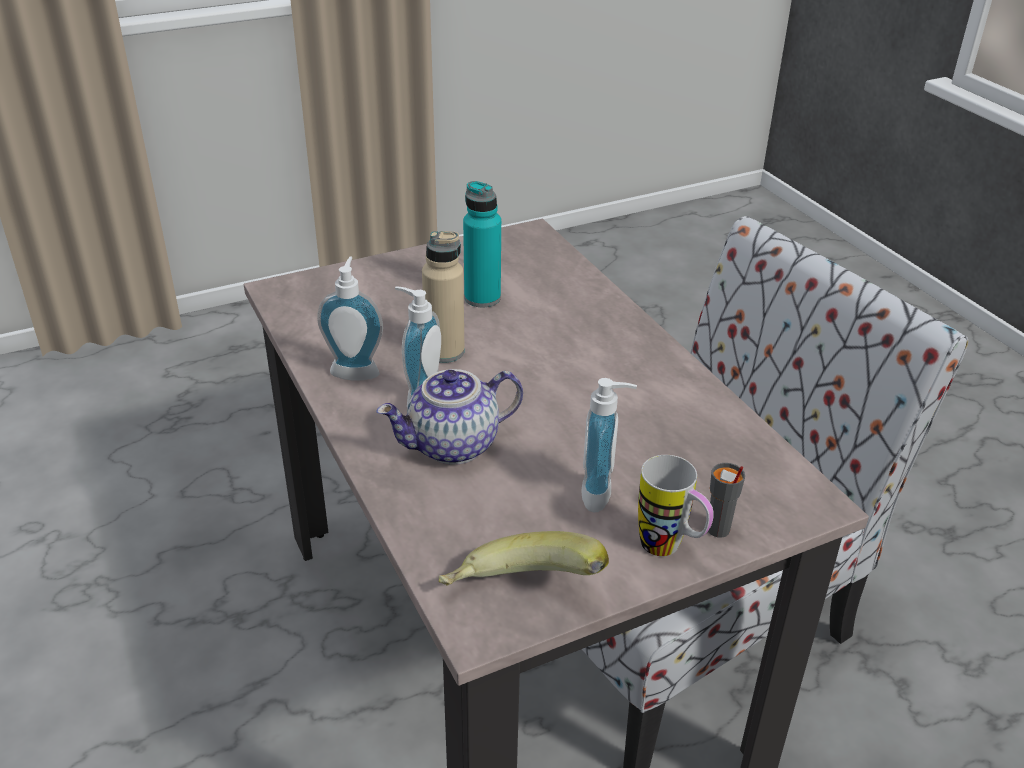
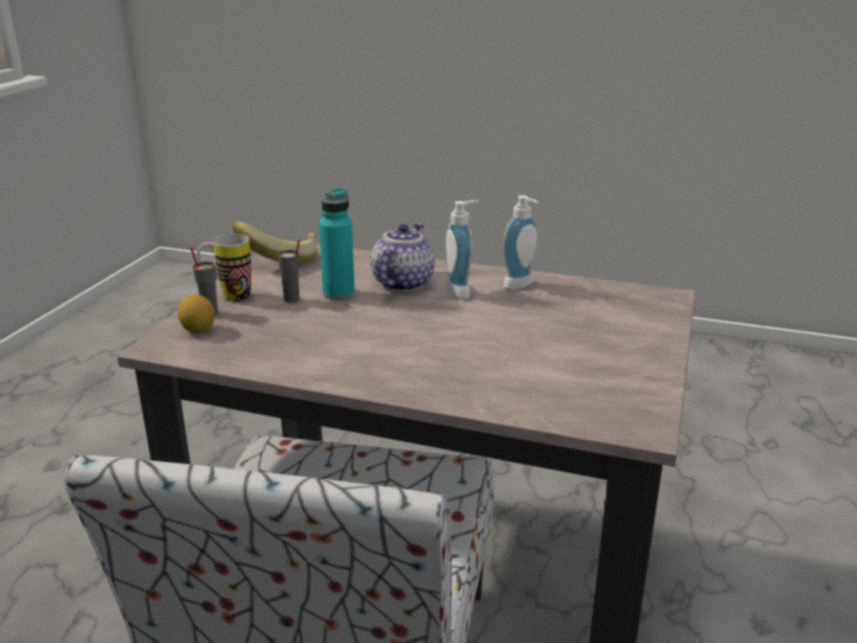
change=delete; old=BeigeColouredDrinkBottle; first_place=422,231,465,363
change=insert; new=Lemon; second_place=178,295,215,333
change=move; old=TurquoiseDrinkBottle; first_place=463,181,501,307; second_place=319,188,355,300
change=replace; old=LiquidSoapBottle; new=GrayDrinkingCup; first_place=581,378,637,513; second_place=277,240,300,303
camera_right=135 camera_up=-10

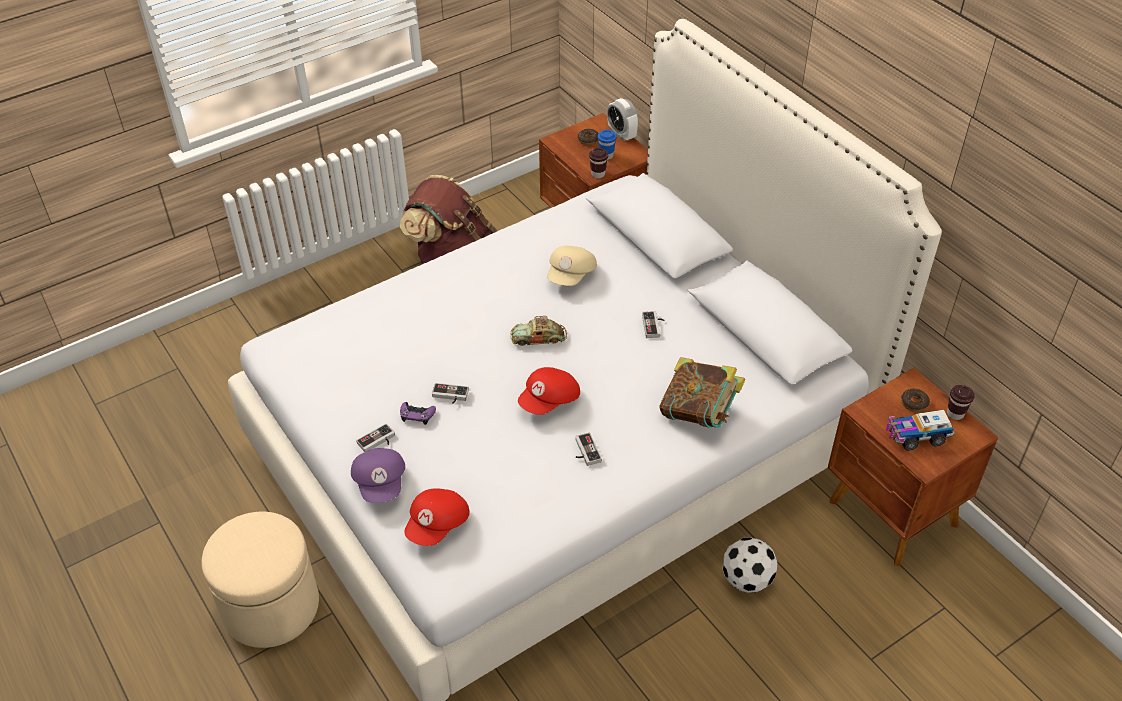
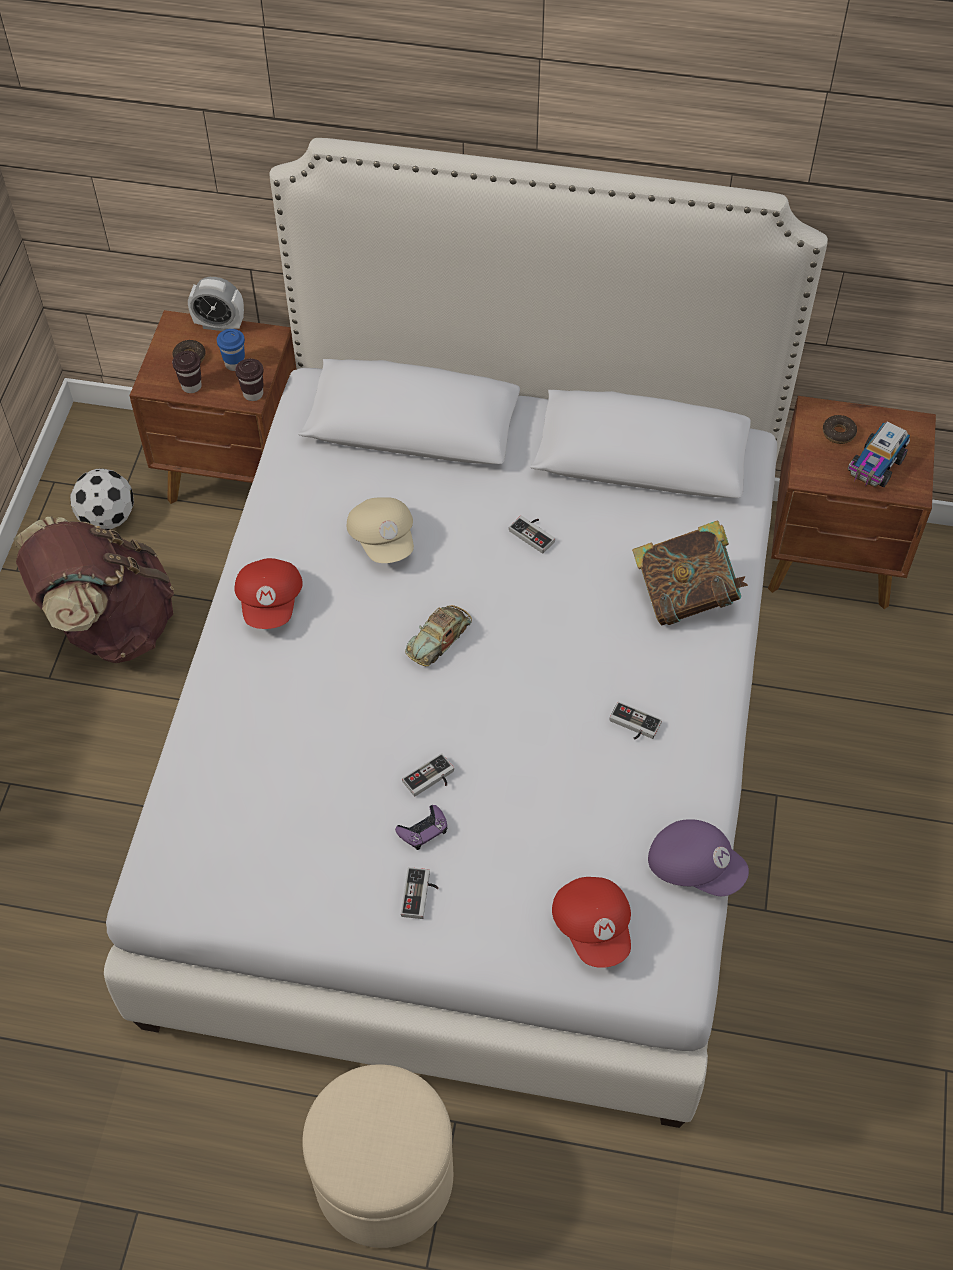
change=move; old=PurplishPeakedCap; first_place=351,448,405,503; second_place=648,819,749,896
change=move; old=RedPeakedCap; first_place=518,367,580,415; second_place=234,558,303,629
change=move; old=Football; first_place=723,537,777,593; second_place=70,468,134,530
change=move; old=BrownishDrinkingCup; first_place=947,385,975,420; second_place=172,351,202,393
camera_right=-45 camera_up=10

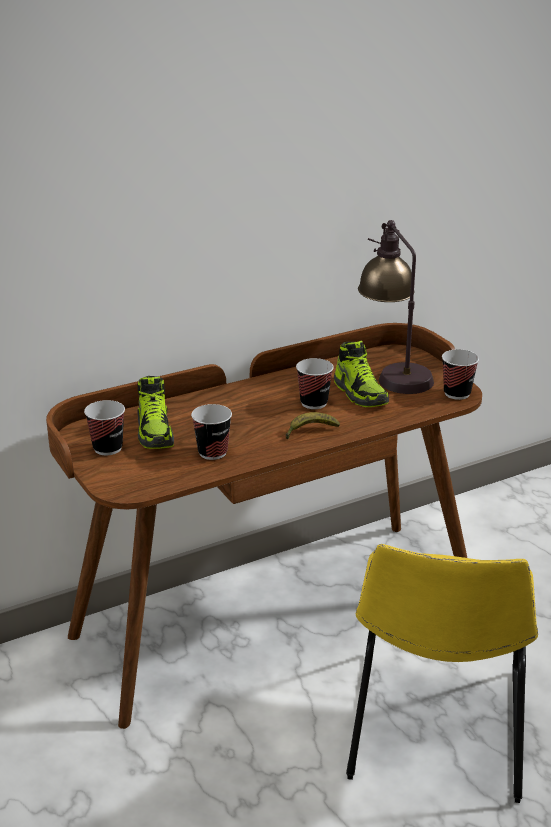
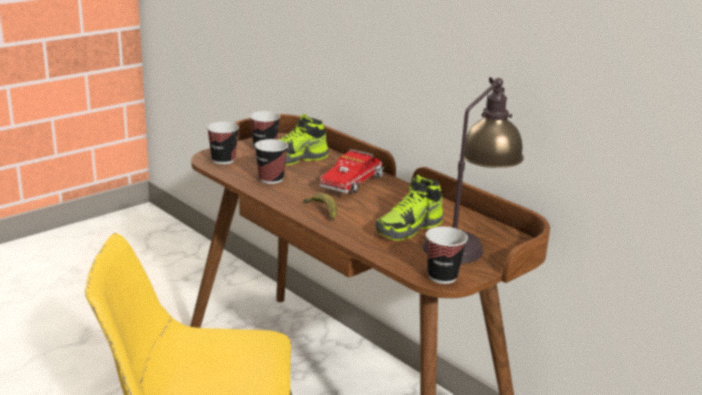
change=insert; new=ToyLorry; second_place=320,149,384,193
change=move; old=DrinkingCup; first_place=296,358,334,409; second_place=207,122,239,164
camera_right=75 camera_up=-5

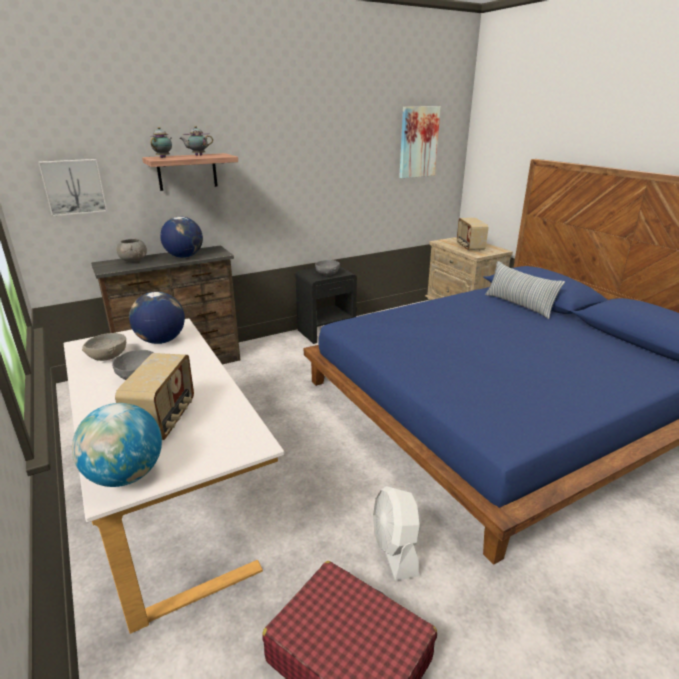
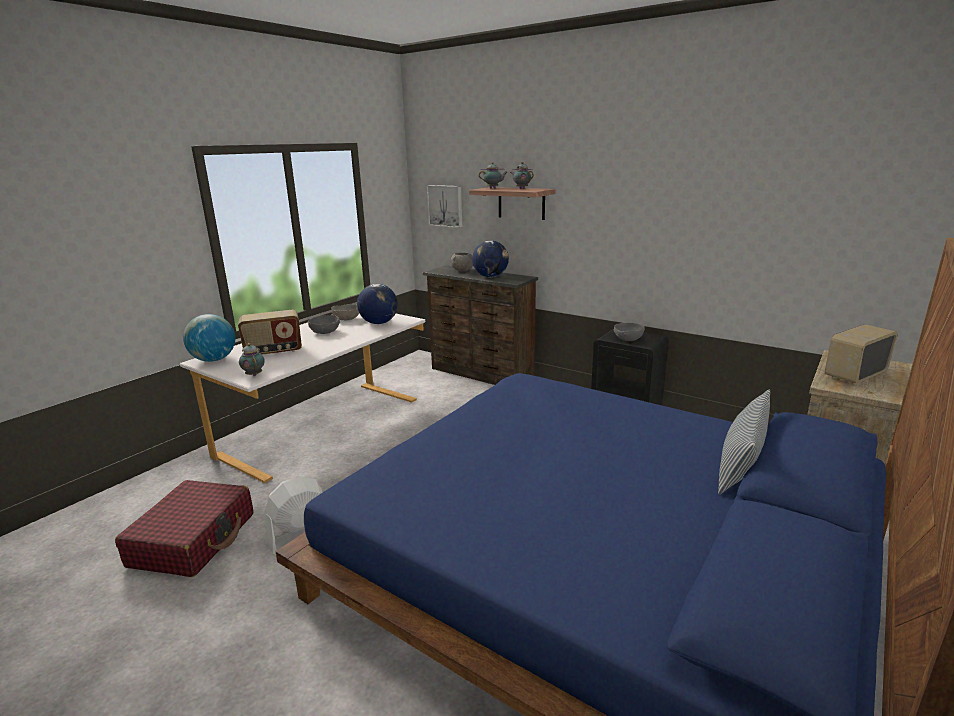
change=delete; old=WallArt; first_place=399,106,441,178
change=insert; new=PotForTea; second_place=239,343,265,376
camera_right=65 camera_up=-5

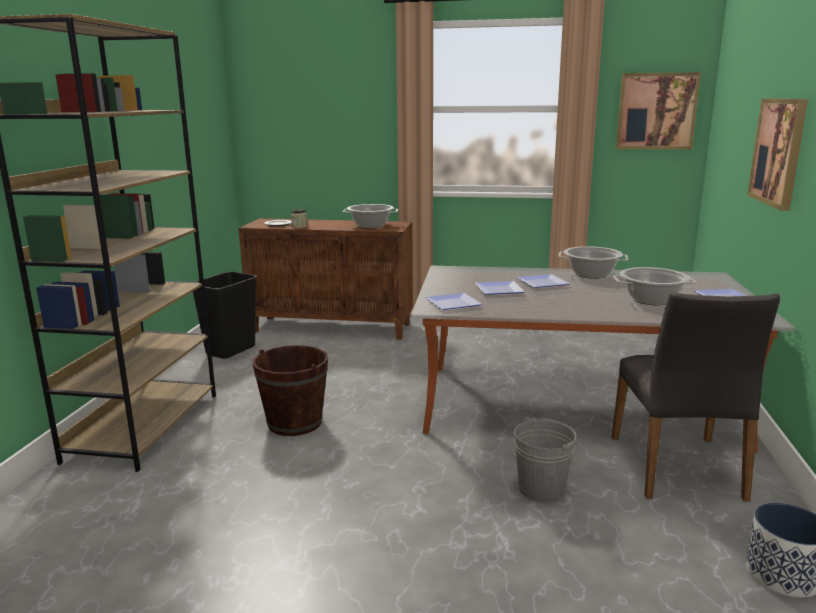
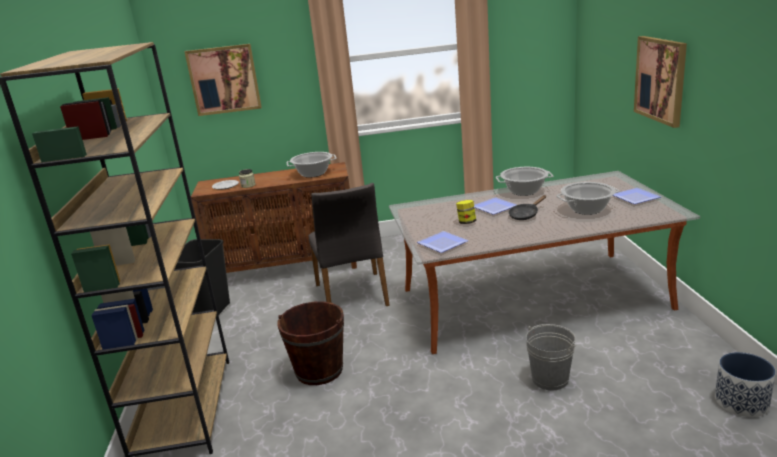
change=insert; new=BlackishFryingPan; second_place=508,195,546,220
change=move; old=GrayChair; first_place=612,293,780,502; second_place=309,183,390,306
change=move; old=WallArt; first_place=616,72,701,149; second_place=184,44,262,116
change=replace; old=Plate; new=PreserveJar; first_place=475,281,525,295; second_place=456,200,476,224
camera_right=-15 camera_up=5

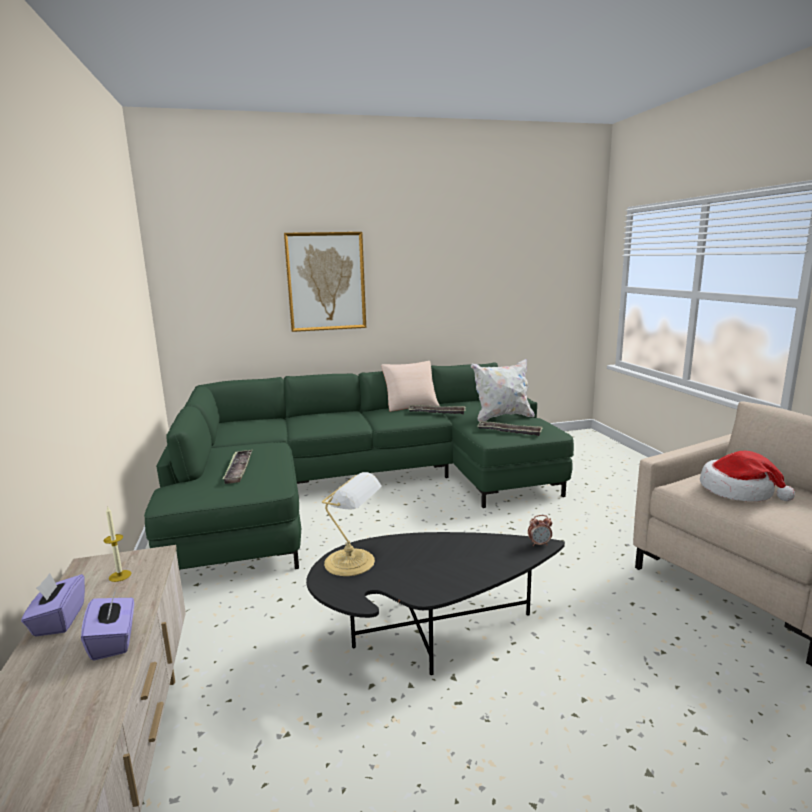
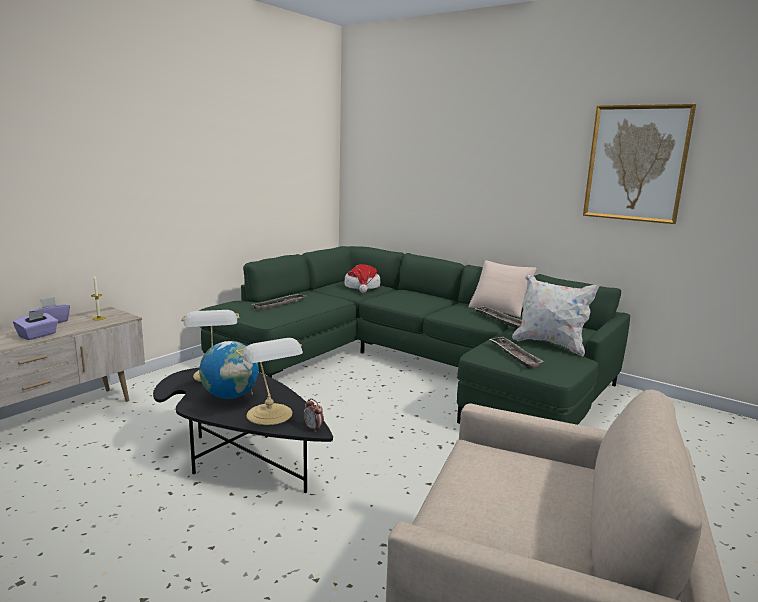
change=insert; new=DeskGlobe; second_place=199,341,259,399
change=insert; new=LampForATable; second_place=236,338,303,425
change=move; old=WallArt; first_place=284,232,366,332; second_place=583,104,696,224
change=move; old=ClothingHat; first_place=700,451,795,501; second_place=345,264,380,293
camera_right=50 camera_up=0

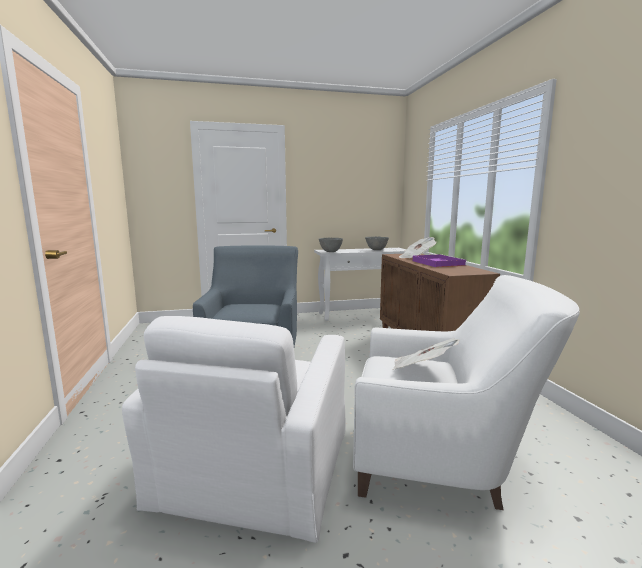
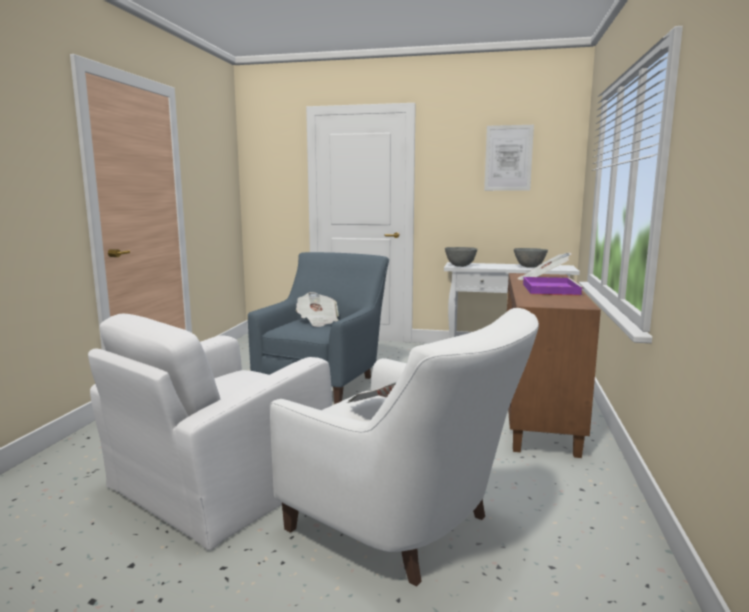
change=insert; new=Newspaper; second_place=296,292,339,327
change=insert; new=WallArt; second_place=484,125,534,191
camera_right=25 camera_up=0

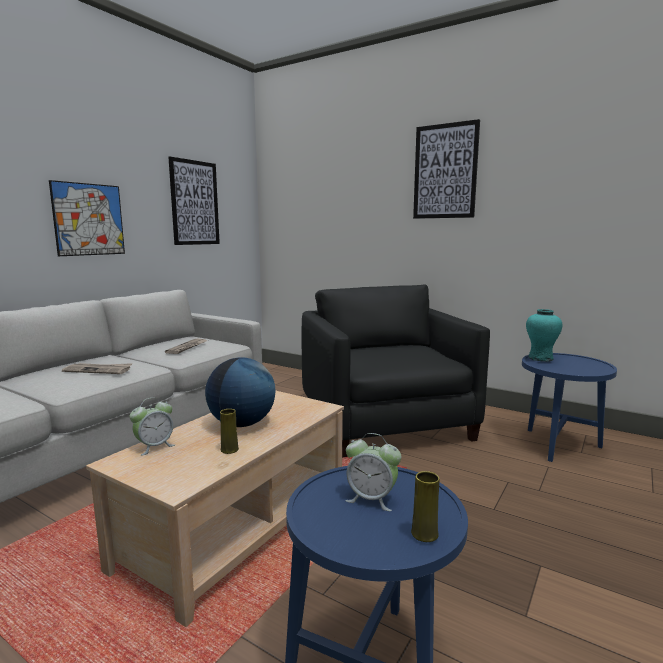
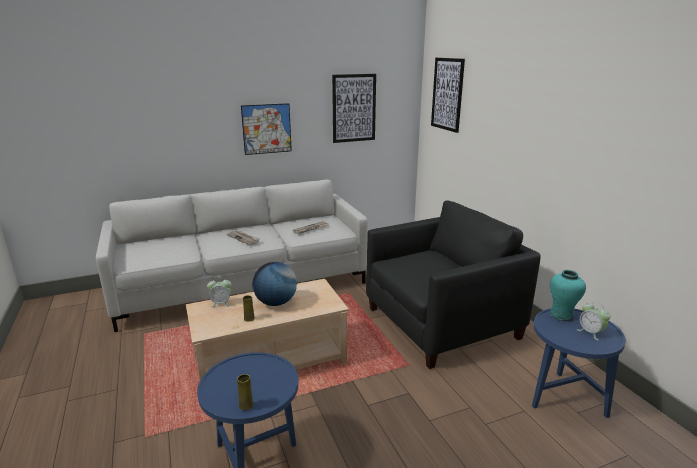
change=move; old=TableClock; first_place=346,433,401,511; second_place=577,302,611,341
change=move; old=WallArt; first_place=413,119,480,219; second_place=431,58,465,133
change=rotate; old=BlackishArmchair; first_place=302,284,490,457; second_place=366,201,541,369; degrees=45
camera_right=35 camera_up=10

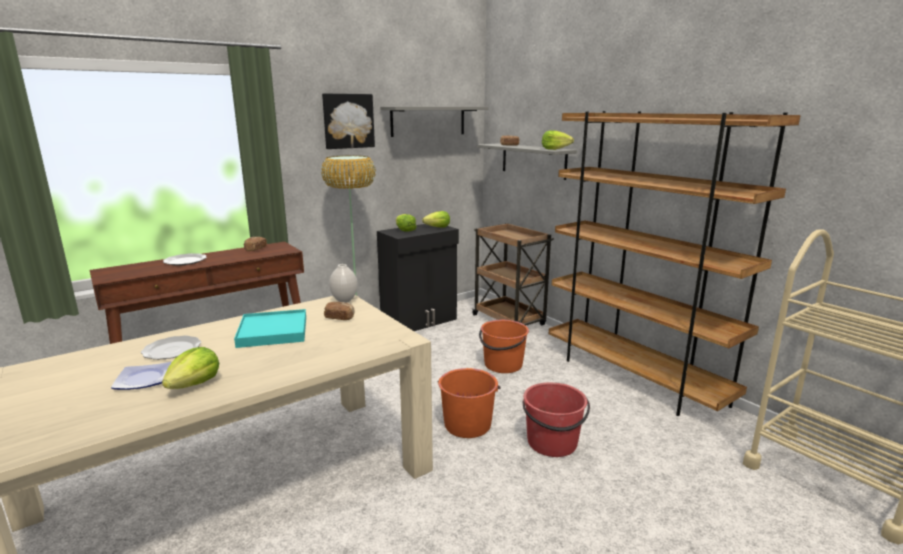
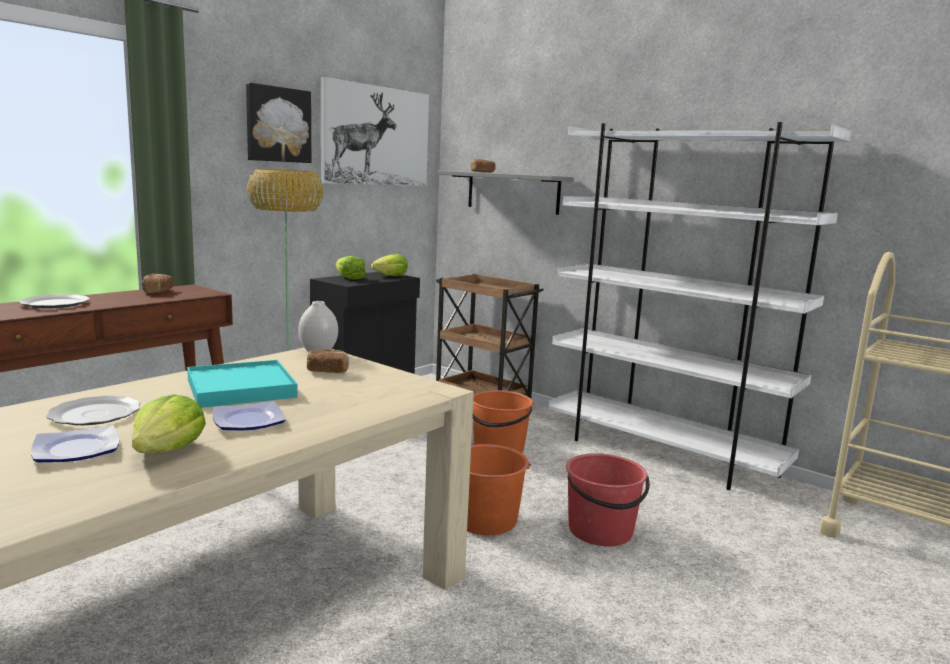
change=delete; old=LettuceHead; first_place=542,130,574,150
change=insert; new=Plate; second_place=213,401,286,431
change=replace; old=GrayWallShelf; new=WallArt; first_place=380,107,488,137; second_place=321,77,429,186
change=recolor; old=BrownishShelvingUnit; new=WhitishShelvingUnit; first_place=549,111,801,416; second_place=547,122,851,490
camera_right=-15 camera_up=-5

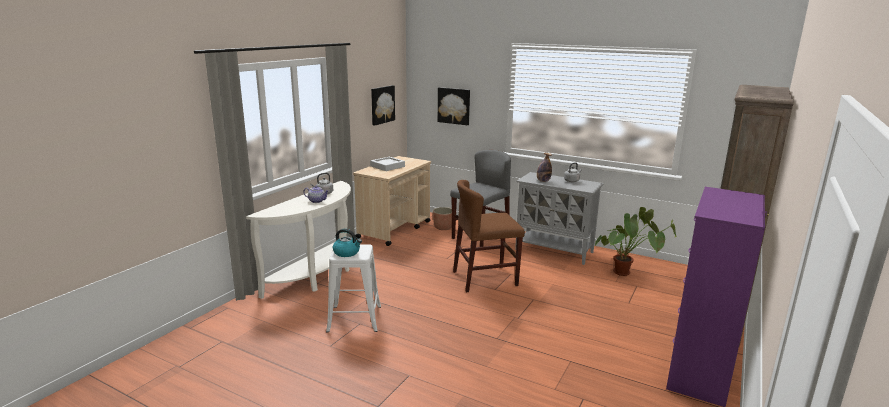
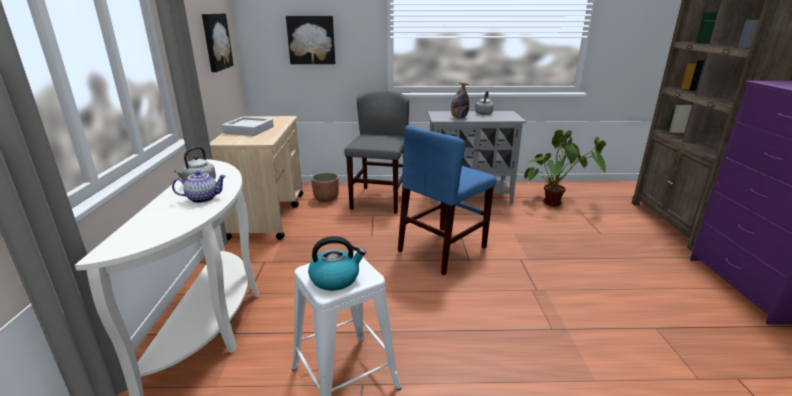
change=recolor; old=BrownishChair; new=BlueChair; first_place=453,180,525,292; second_place=398,125,497,275
camera_right=-30 camera_up=5

